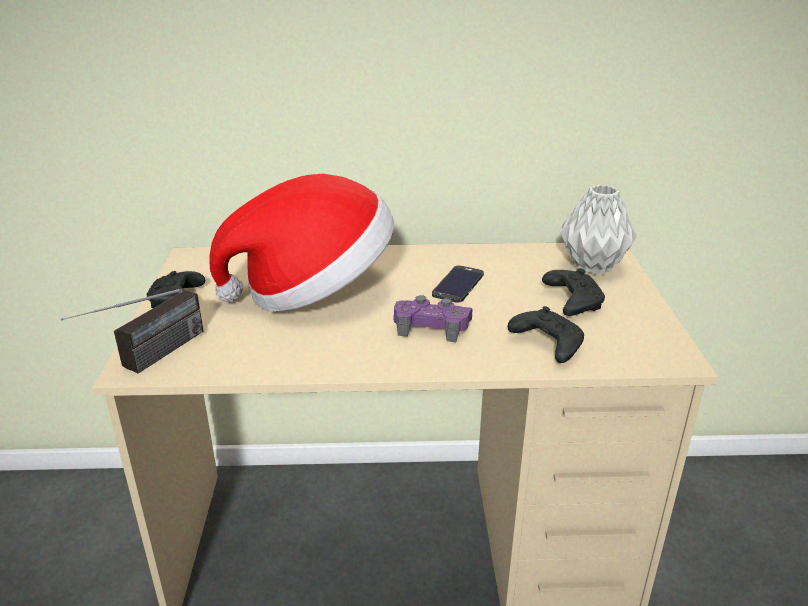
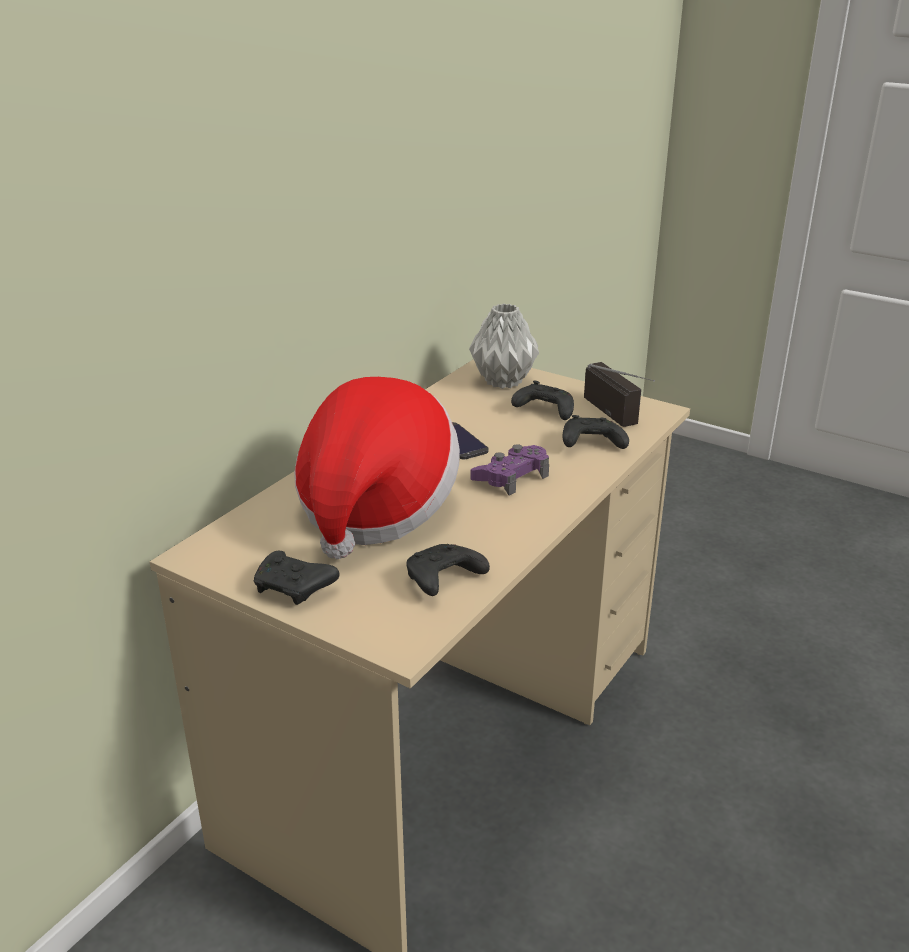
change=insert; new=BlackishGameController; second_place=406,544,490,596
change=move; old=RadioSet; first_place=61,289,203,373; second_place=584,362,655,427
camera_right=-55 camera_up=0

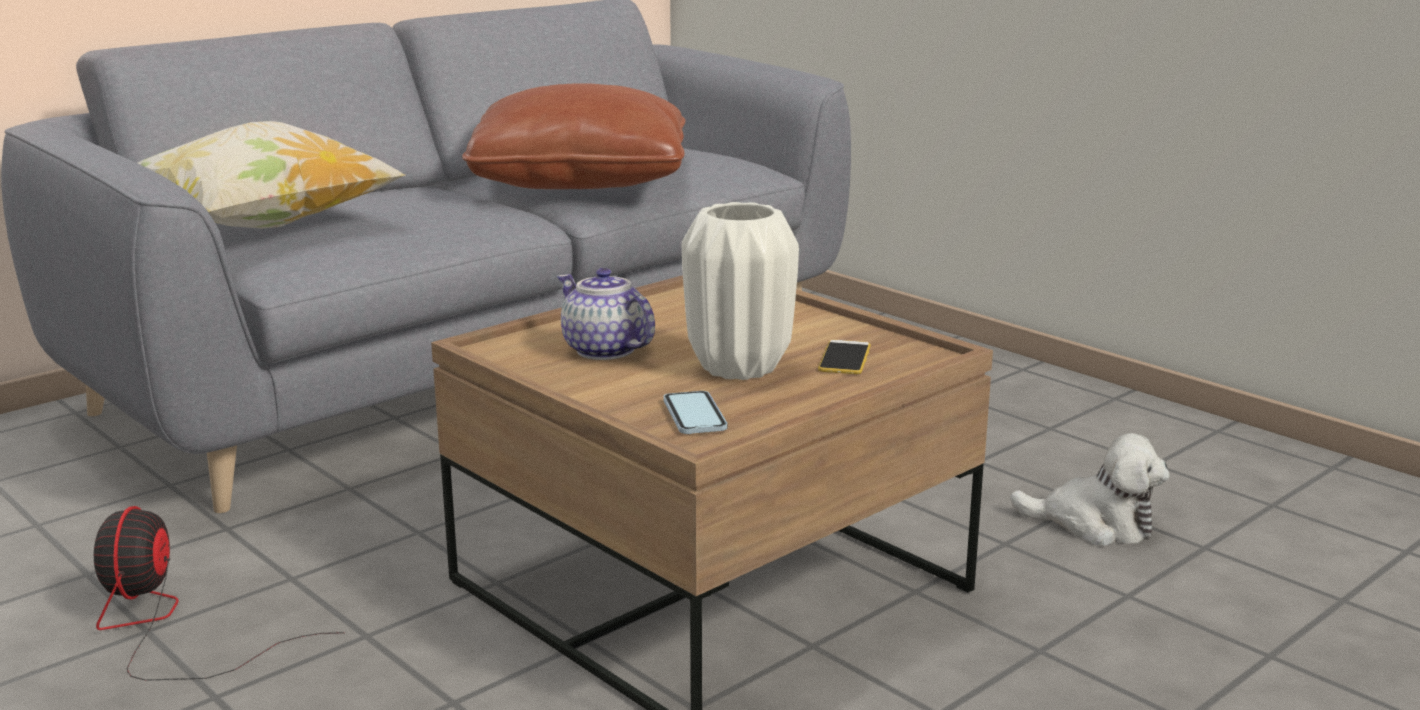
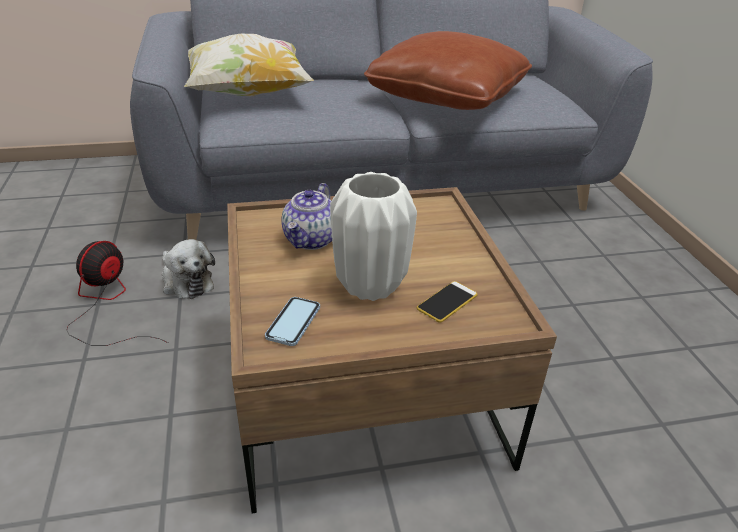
change=move; old=PlushToy; first_place=1010,433,1170,546; second_place=162,239,215,299
change=rotate; old=PotForTea; first_place=557,268,655,360; second_place=281,183,332,250; degrees=-150
camera_right=30 camera_up=15

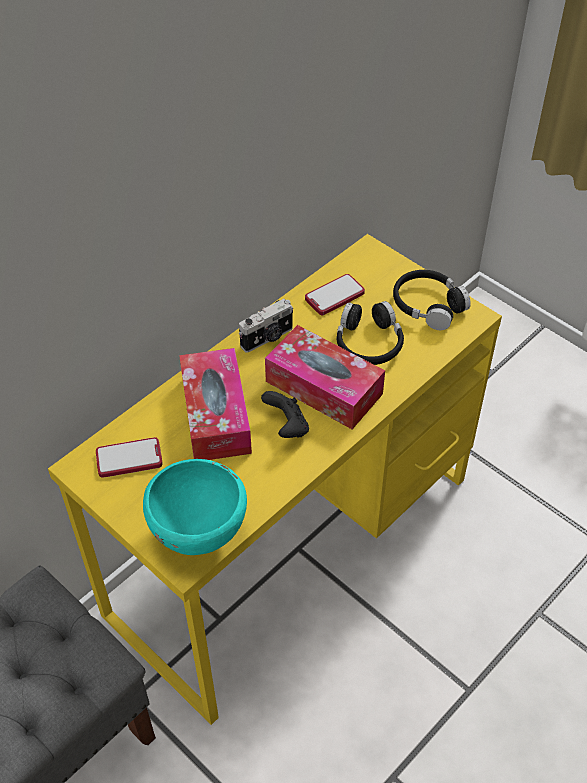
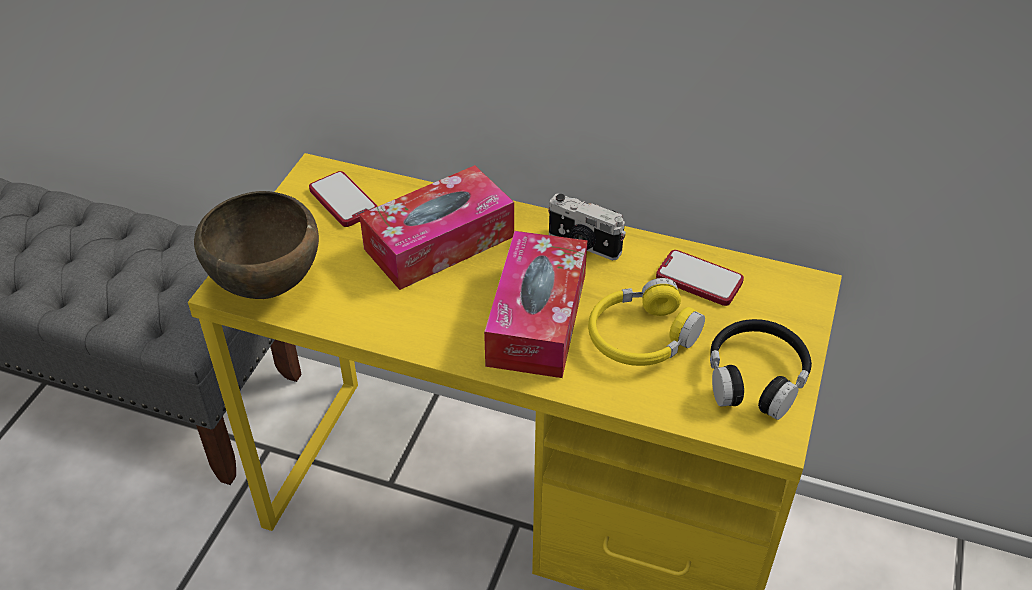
change=delete; old=BlackishGameController; first_place=261,391,309,438
change=recolor; old=TurquoiseServingBowl; new=BrownishServingBowl; first_place=143,459,247,555; second_place=194,191,319,299
change=recolor; old=BlackishPairOfHeadphones; new=YellowPairOfHeadphones; first_place=337,301,404,365; second_place=588,278,705,366
camera_right=65 camera_up=-5

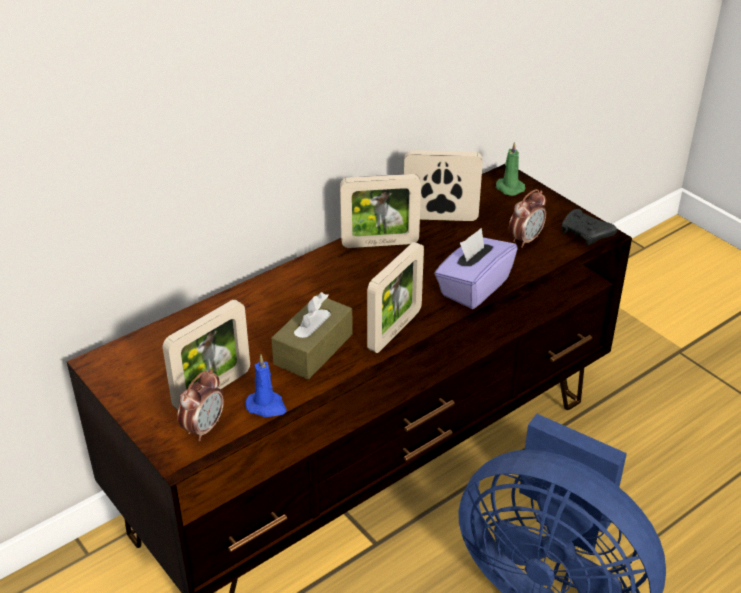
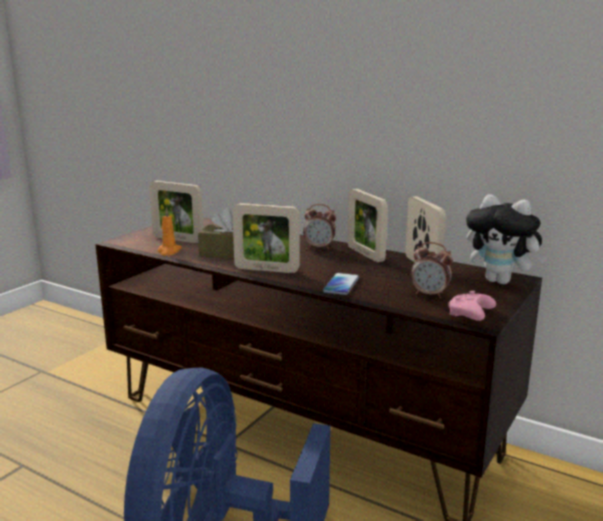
change=move; old=TableClock; first_place=177,370,224,441; second_place=303,204,336,249
change=replace; old=PurplishBoxOfTissues; new=Handset; first_place=434,228,518,309; second_place=323,273,359,295
change=replace; old=GreenColouredWaxCandle; new=PlushToy; first_place=496,142,525,196; second_place=466,194,548,284
change=recolor; old=BlueWaxCandle; new=OrangeWaxCandle; first_place=245,355,287,417; second_place=158,207,182,256
change=recolor; old=BlackishGameController; new=PinkColouredGameController; first_place=561,209,617,245; second_place=448,291,496,321
camera_right=70 camera_up=-20

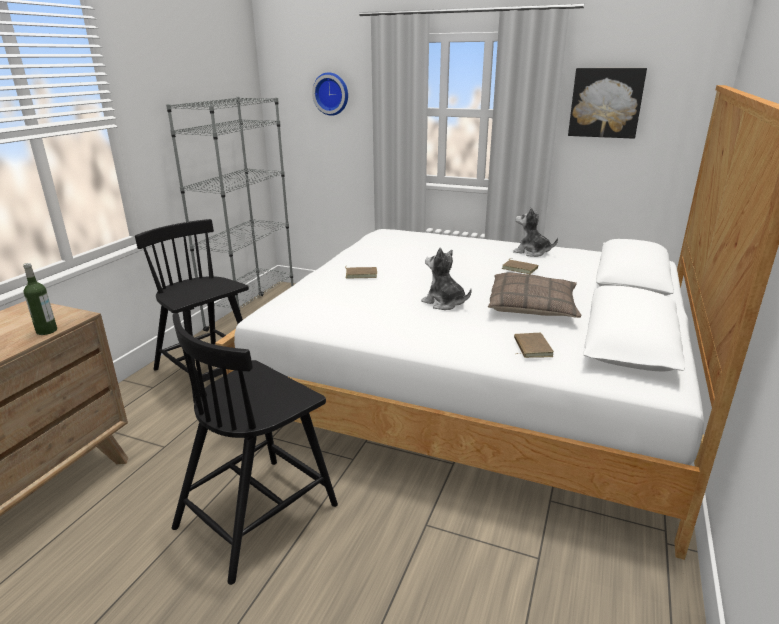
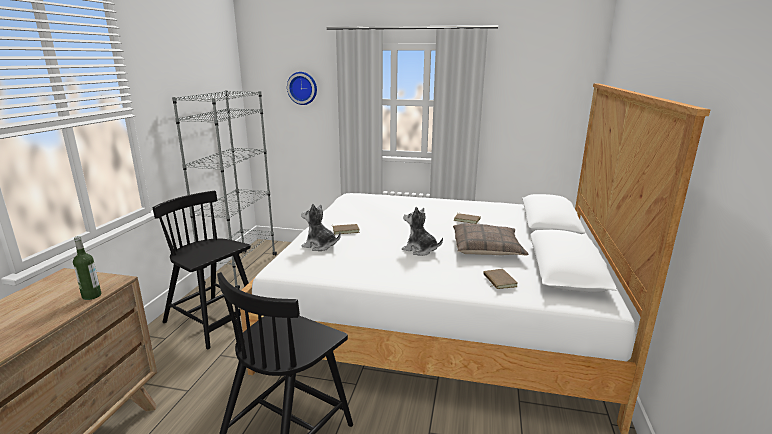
change=delete; old=WallArt; first_place=568,68,647,139
change=move; old=PlushToy; first_place=513,207,558,257; second_place=301,204,341,251
camera_right=-10 camera_up=-5

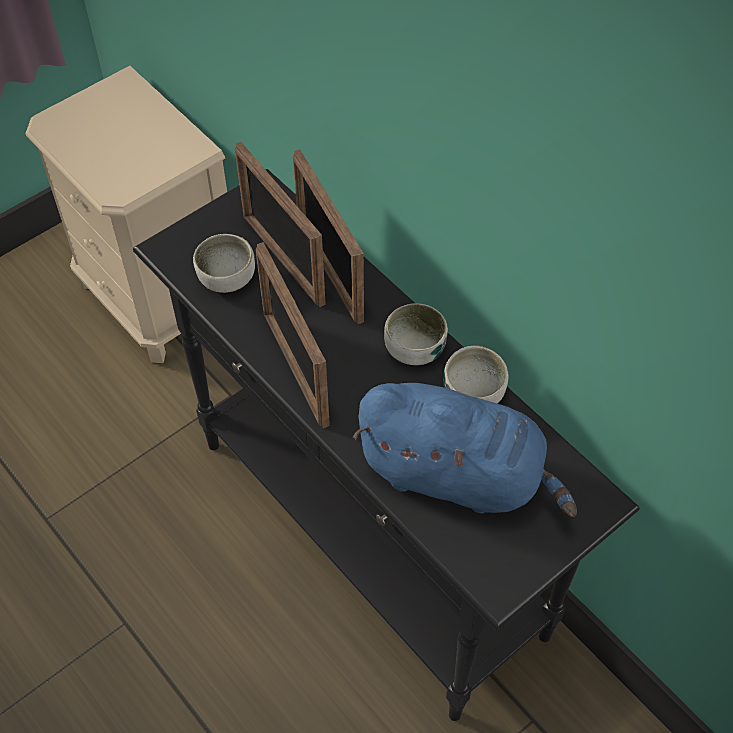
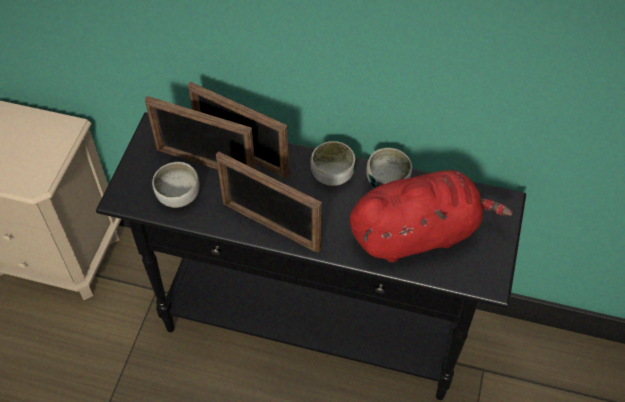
change=recolor; old=BluePlushToy; new=RedPlushToy; first_place=353,383,577,518; second_place=350,170,513,263
camera_right=-35 camera_up=0

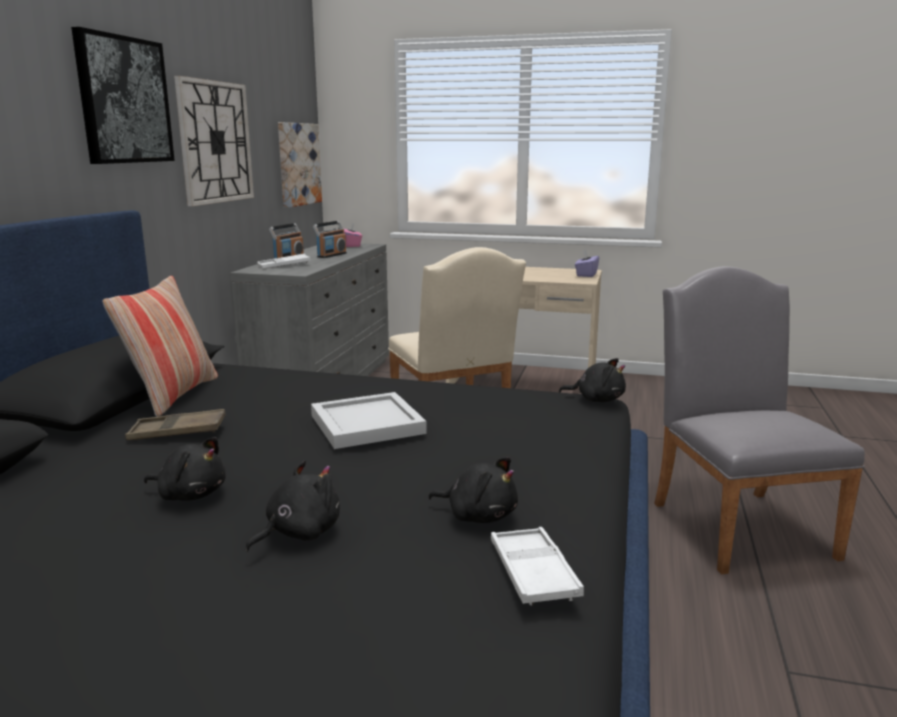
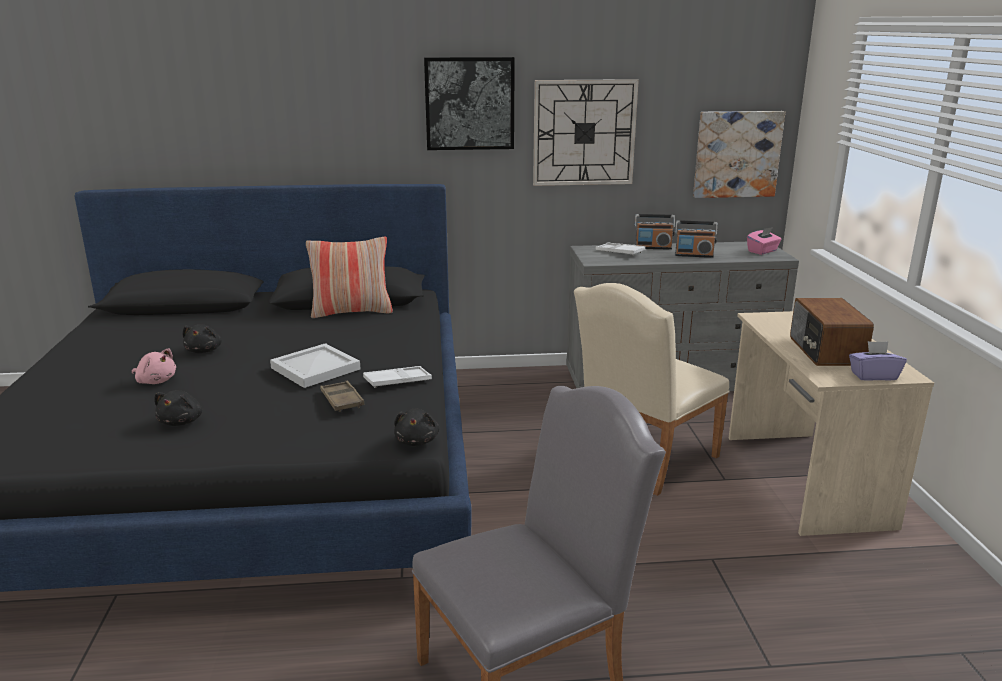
change=insert; new=RadioSet; second_place=790,298,874,366
change=move; old=BrownishTray; first_place=125,409,226,440; second_place=320,381,364,412
change=move; old=WhitishTray; first_place=491,527,584,605; second_place=363,366,432,388
change=recolor; old=BlackishPlushToy; new=PinkColouredPlushToy; first_place=245,460,340,552; second_place=132,348,176,384
camera_right=70 camera_up=5

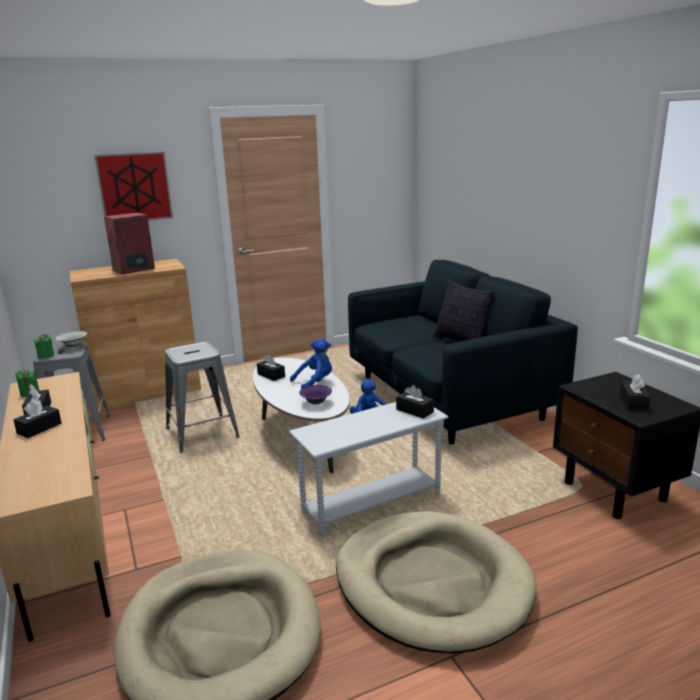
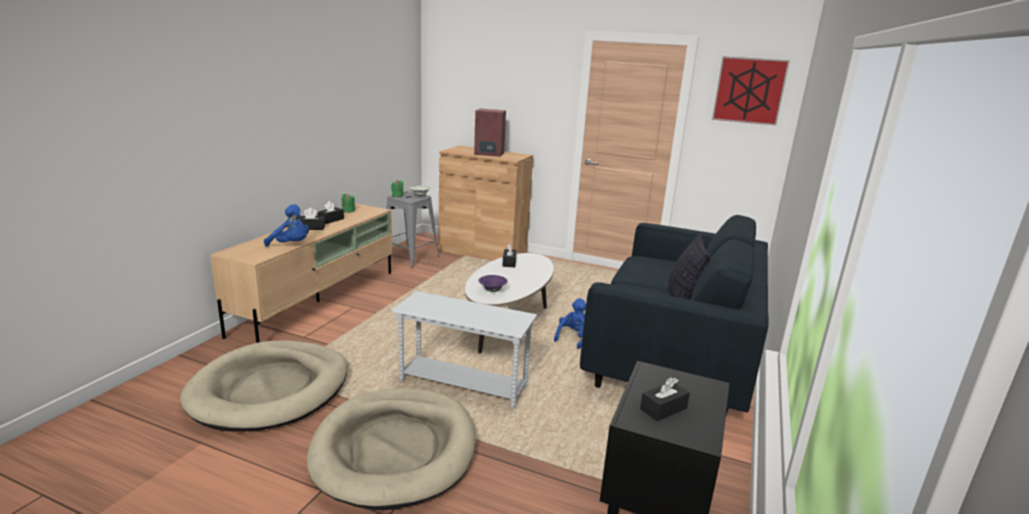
change=delete; old=GrayStoolSeat; first_place=165,342,240,453
change=delete; old=BlackishBoxOfTissues; first_place=396,385,434,419
change=move; old=WallArt; first_place=94,152,173,220; second_place=712,56,790,126
change=move; old=BluePlushToy; first_place=290,338,332,389; second_place=264,204,309,247
camera_right=45 camera_up=0

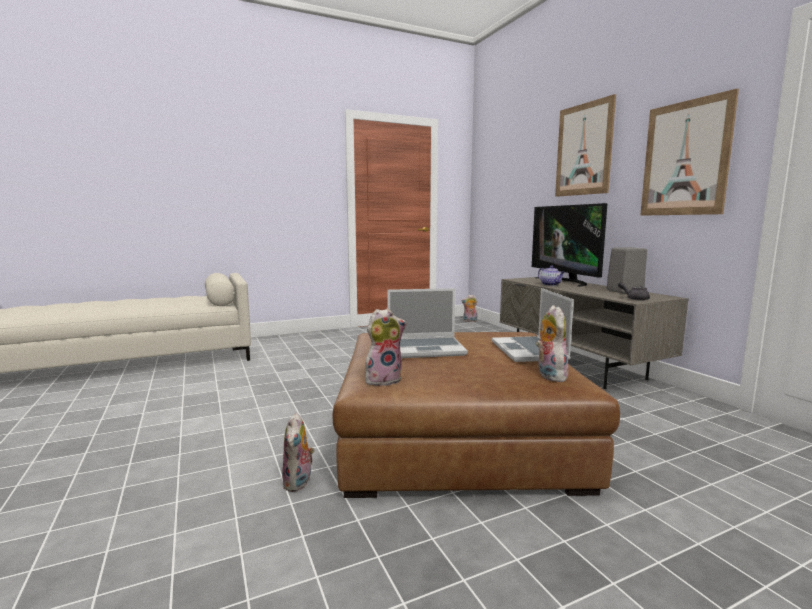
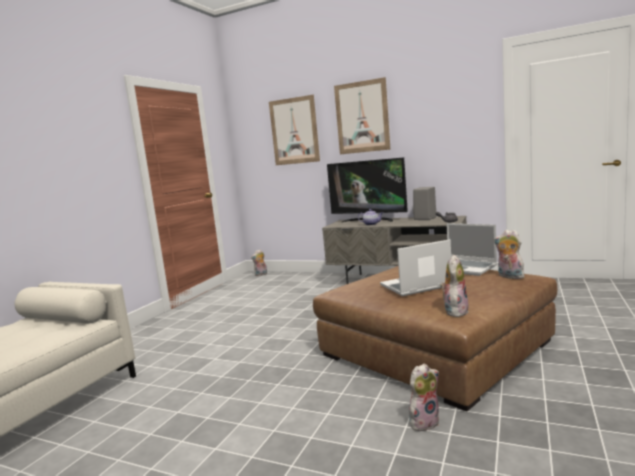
change=move; old=WallArt; first_place=640,89,739,216; second_place=269,95,320,165
change=rotate; old=PlushToy; first_place=282,412,315,492; second_place=409,363,439,431; degrees=-75
change=rotate; old=NotebookComputer; first_place=387,288,468,358; second_place=380,239,451,296; degrees=-150
camera_right=-40 camera_up=0

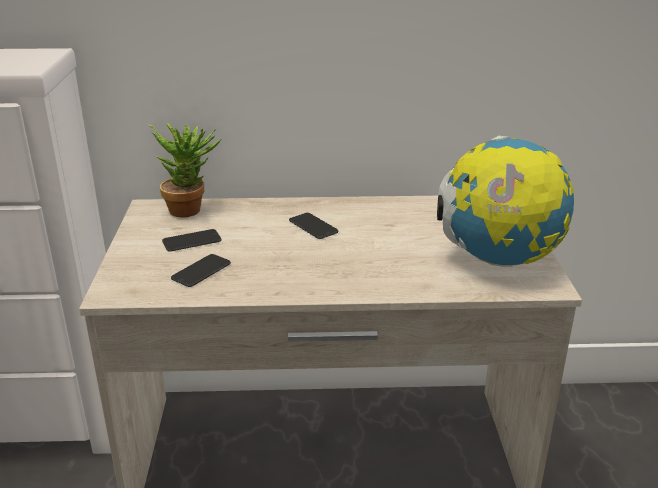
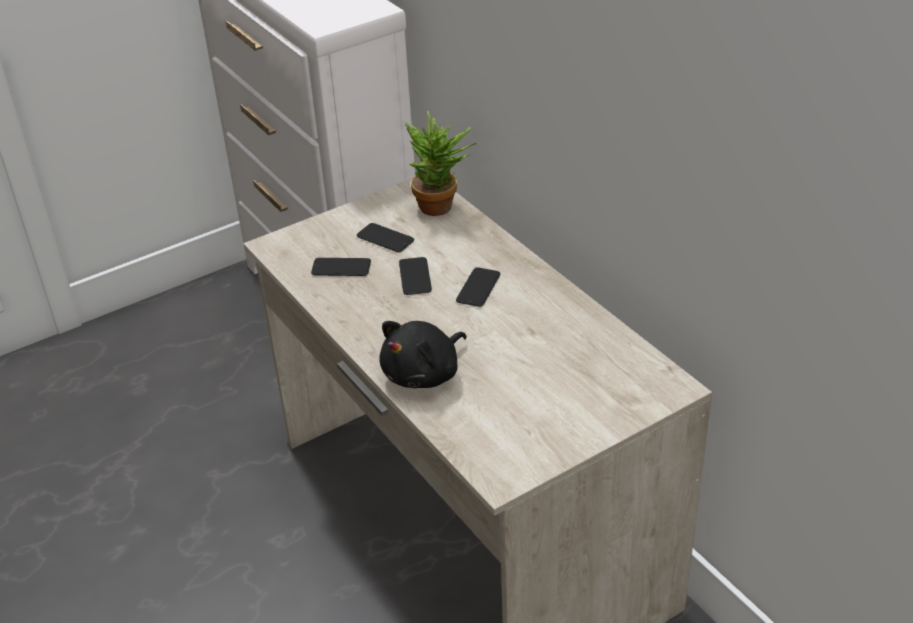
change=delete; old=DeskGlobe; first_place=437,136,574,267
change=insert; new=BlackishPlushToy; second_place=379,321,467,388
change=insert; new=Handset; second_place=399,257,432,295
camera_right=60 camera_up=10

